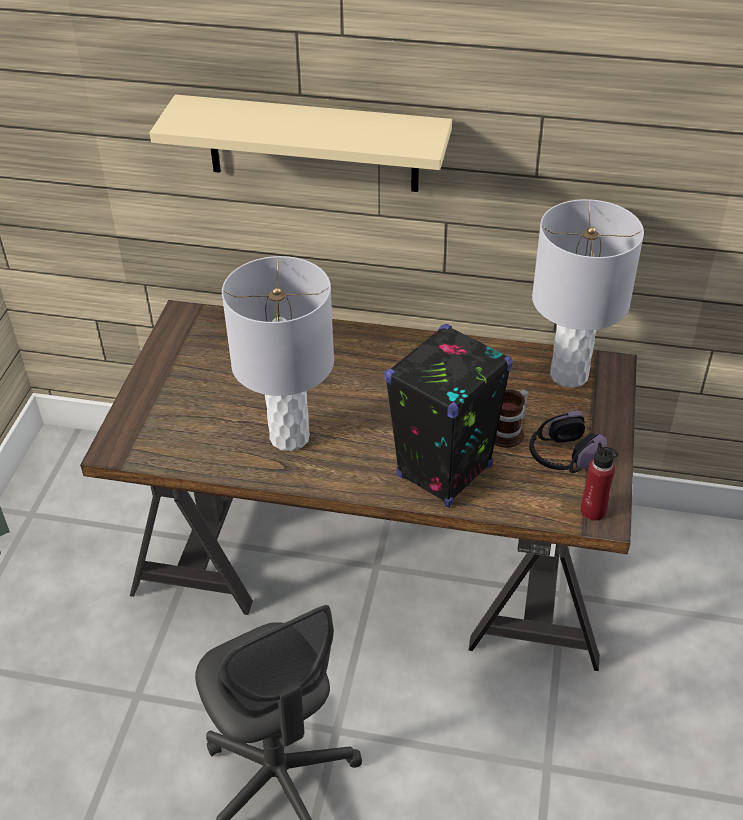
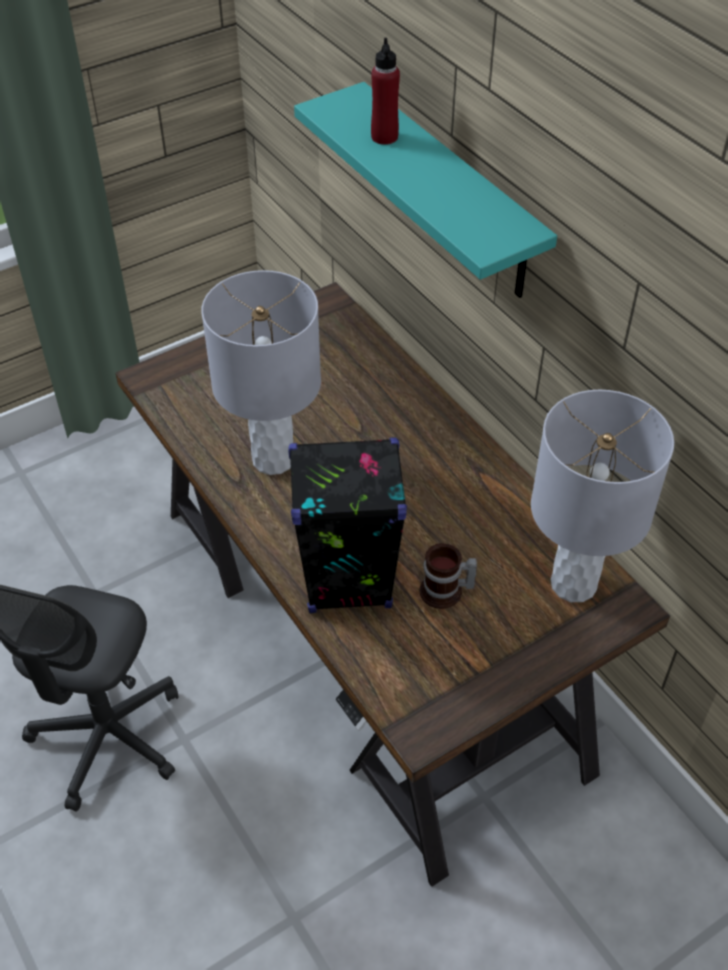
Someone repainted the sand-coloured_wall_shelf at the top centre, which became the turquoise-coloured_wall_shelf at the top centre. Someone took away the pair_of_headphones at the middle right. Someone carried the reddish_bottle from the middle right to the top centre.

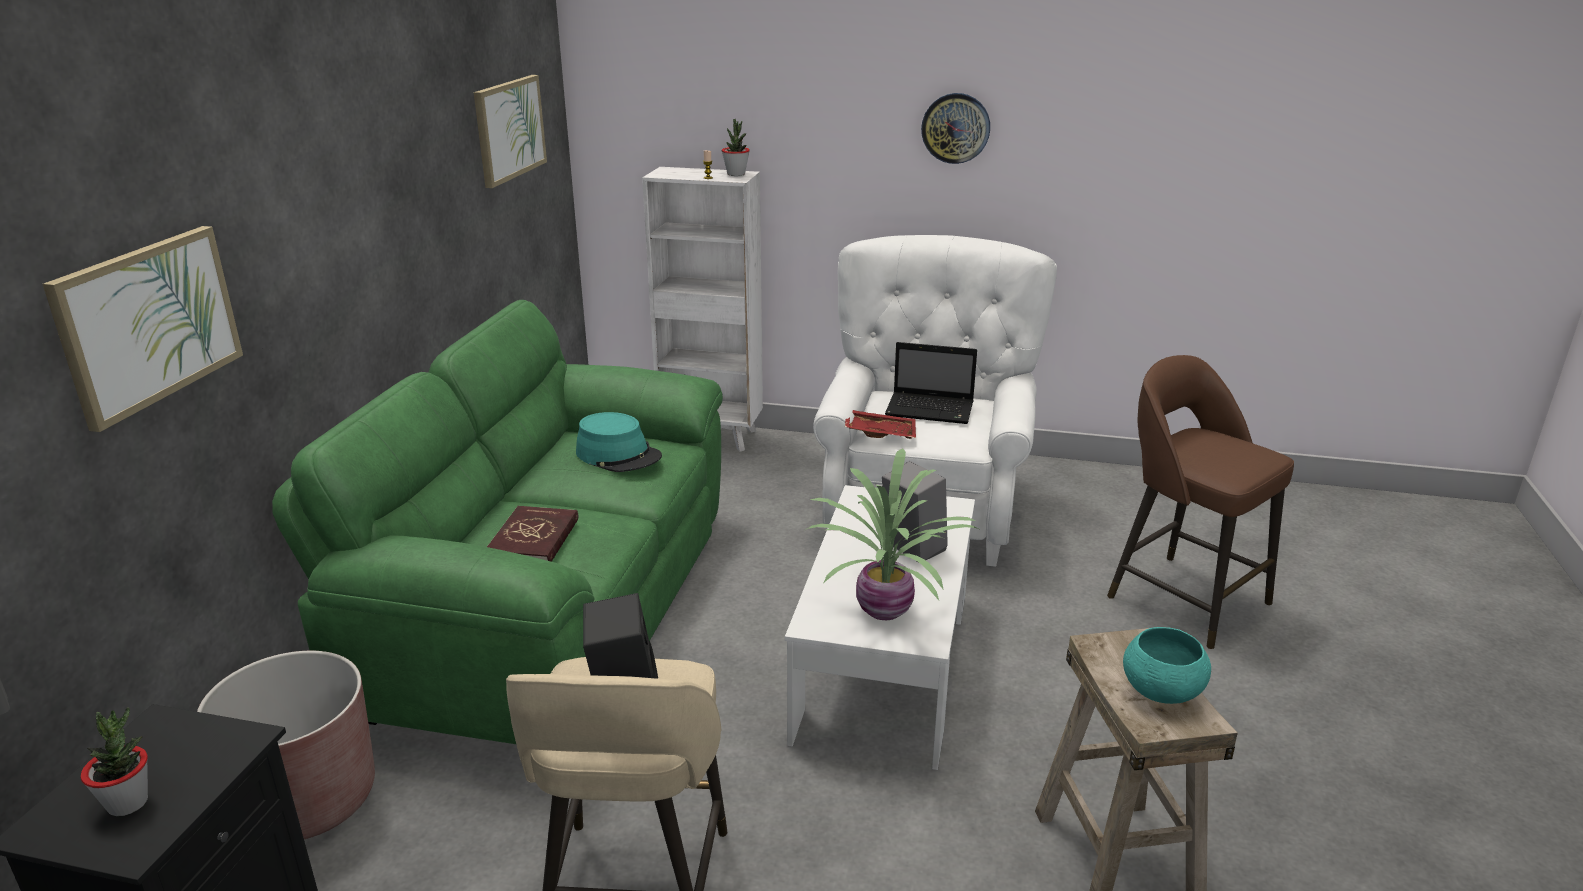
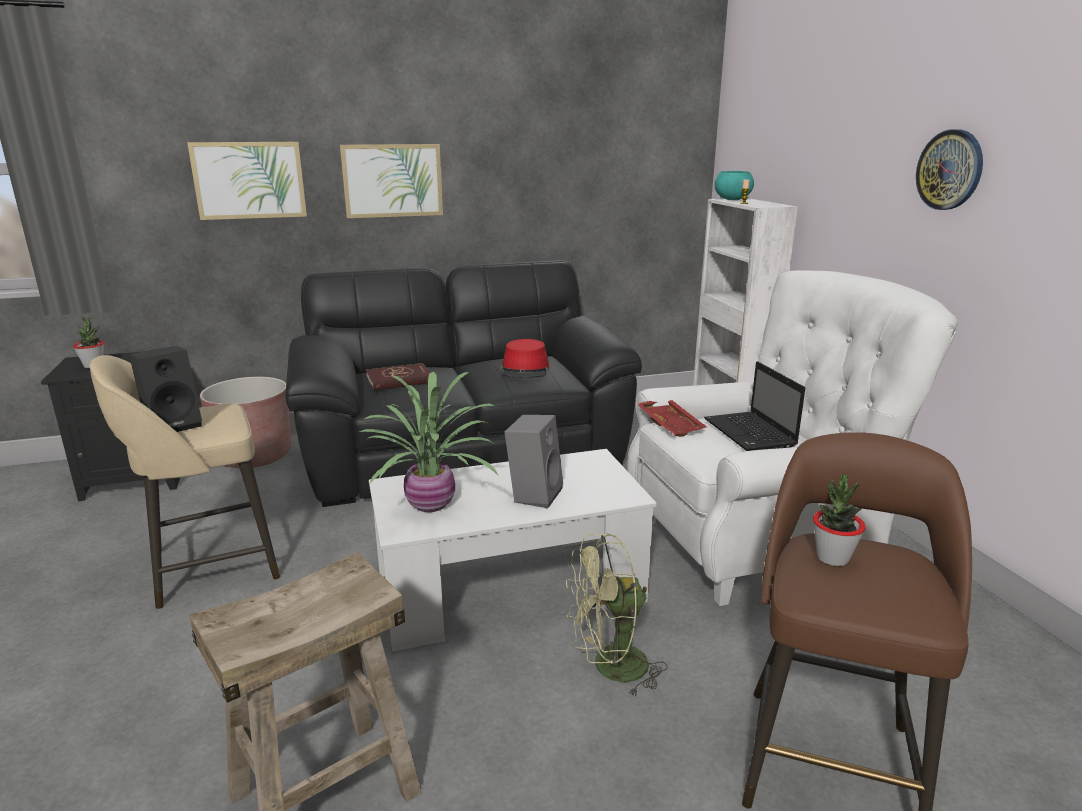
Someone repainted the greenish_sofa at the middle left, which became the blackish_sofa at the centre. Someone carried the wall_art (2nd from left) from the top left to the top centre. Someone repainted the turquoise-coloured_hat at the centre, which became the reddish_hat at the centre. Someone carried the houseplant (2nd from left in the first image) from the top centre to the middle right. Someone carried the turquoise-coloured_bowl from the bottom right to the top right. Someone put down the greenish_cooling_fan at the bottom centre.

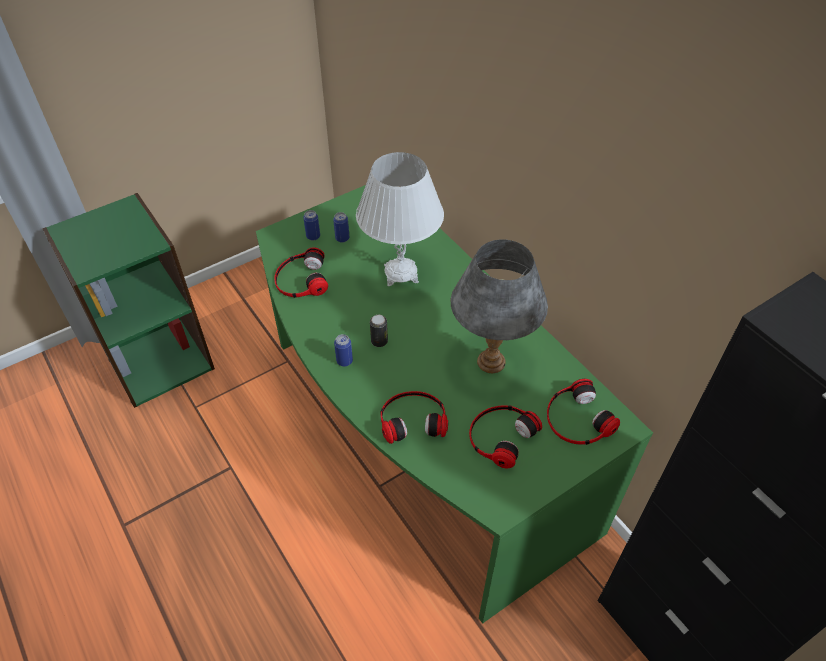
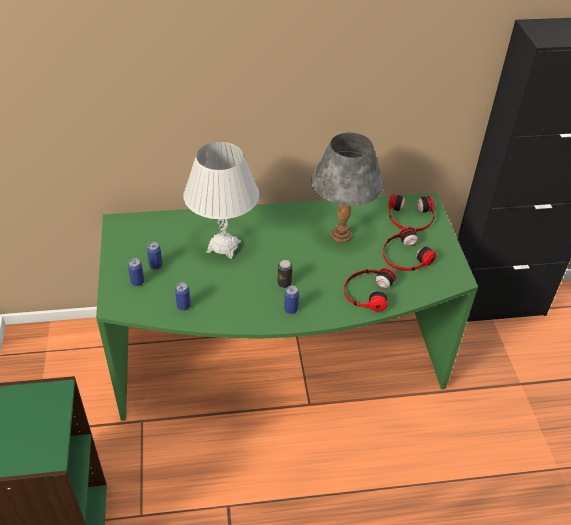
Someone swapped the pair_of_headphones (1st from left) at the centre for the sealed_can (3rd from left) at the middle left.

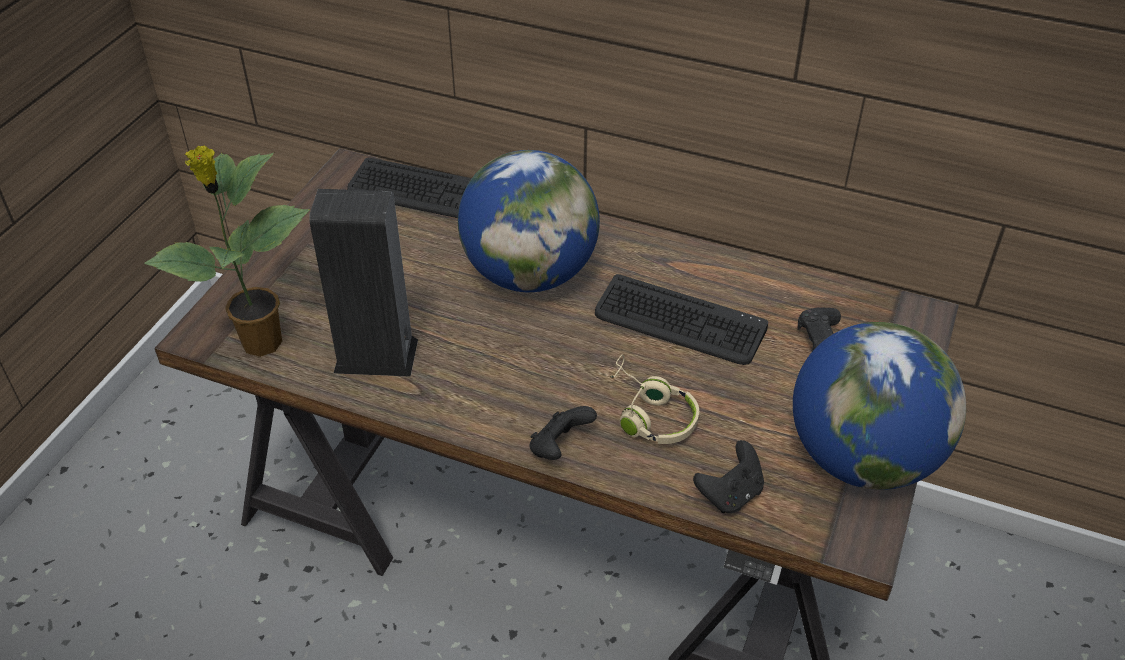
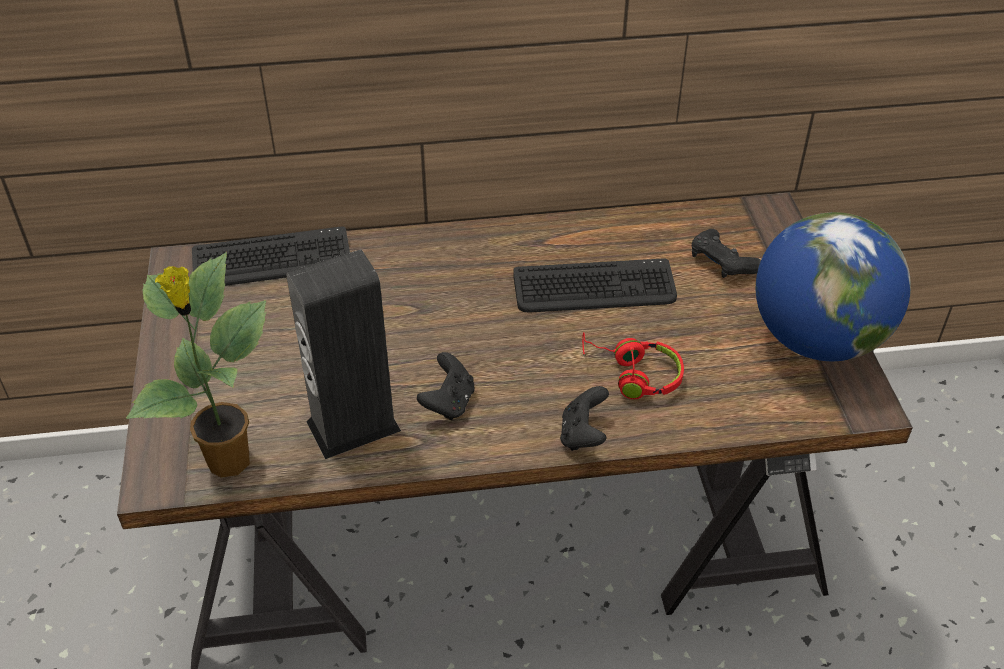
Someone took away the desk_globe (1st from left) at the centre. Someone repainted the sand-coloured_pair_of_headphones at the centre, which became the reddish_pair_of_headphones at the centre. Someone carried the blackish_game_controller (2nd from left in the first image) from the bottom centre to the centre.

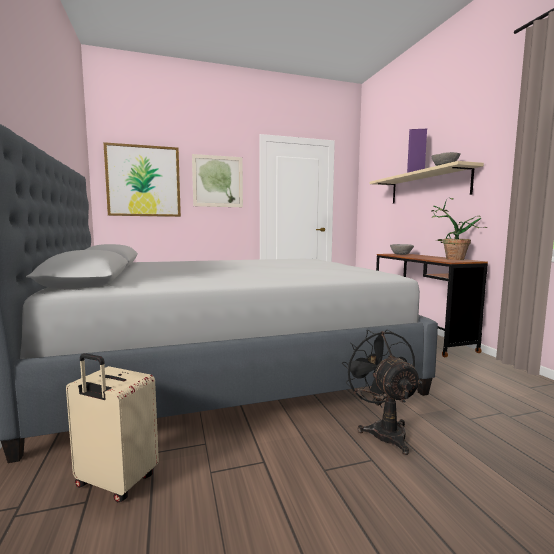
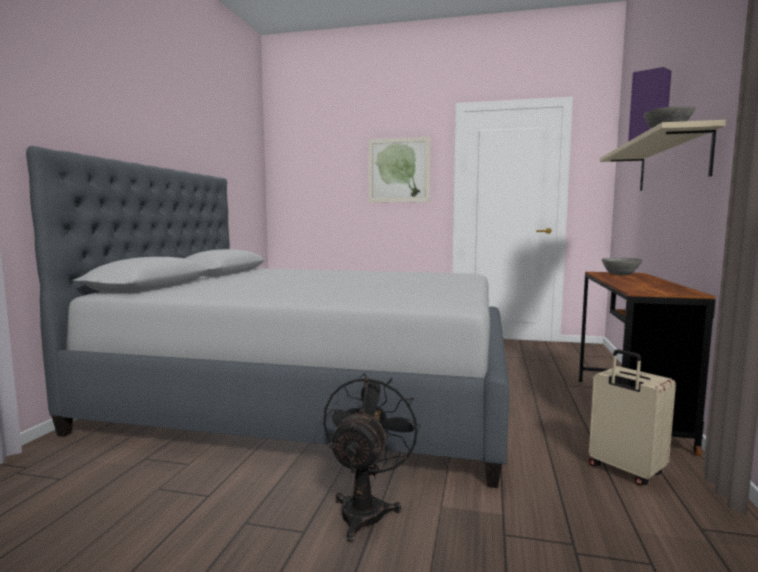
Someone carried the sand-coloured_piece_of_luggage from the bottom left to the bottom right. Someone took away the wall_art (1st from left) at the top left. Someone took away the houseplant at the middle right.

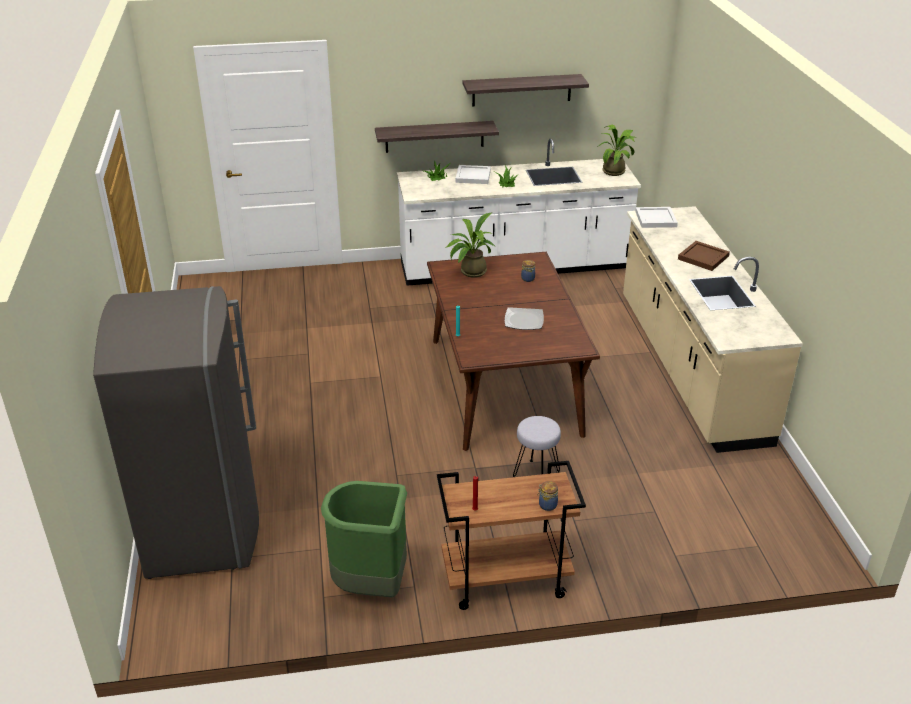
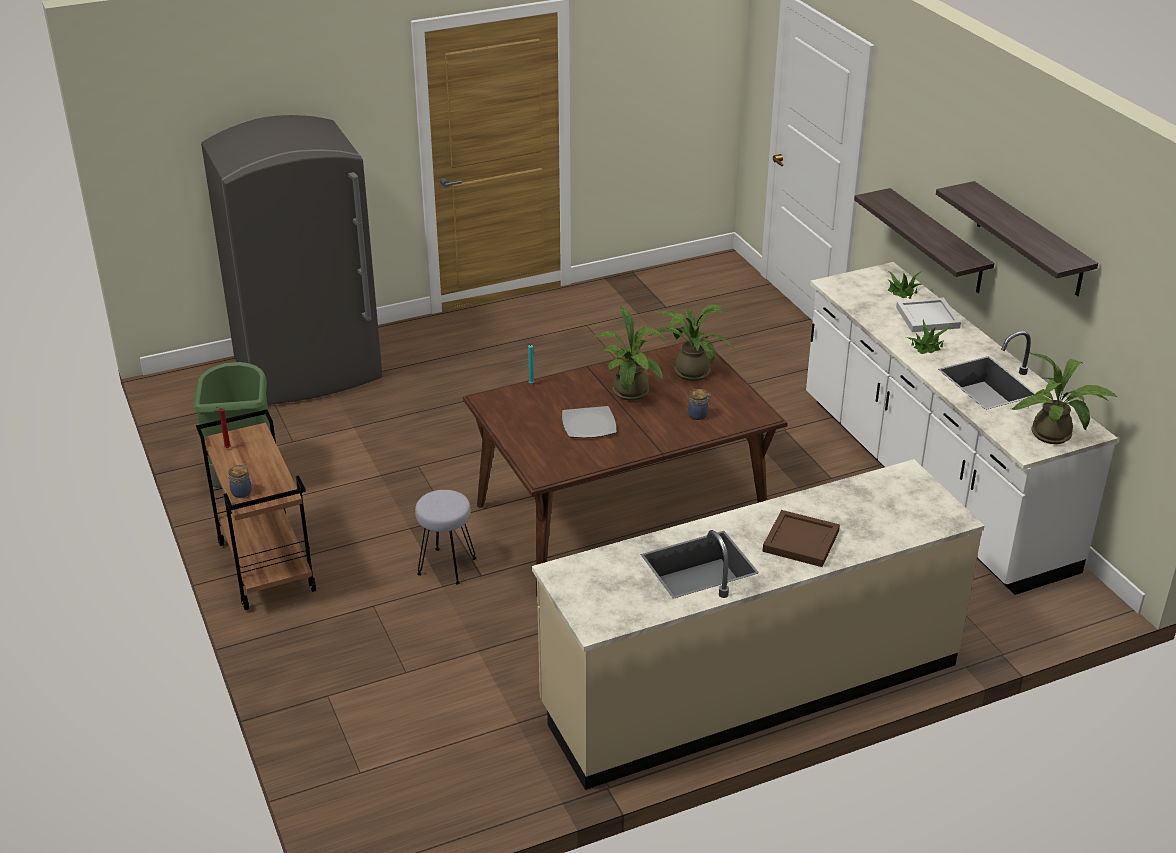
Someone took away the whitish_carrying_tray (2nd from left) at the top right. Someone put down the houseplant (1st from left) at the centre.

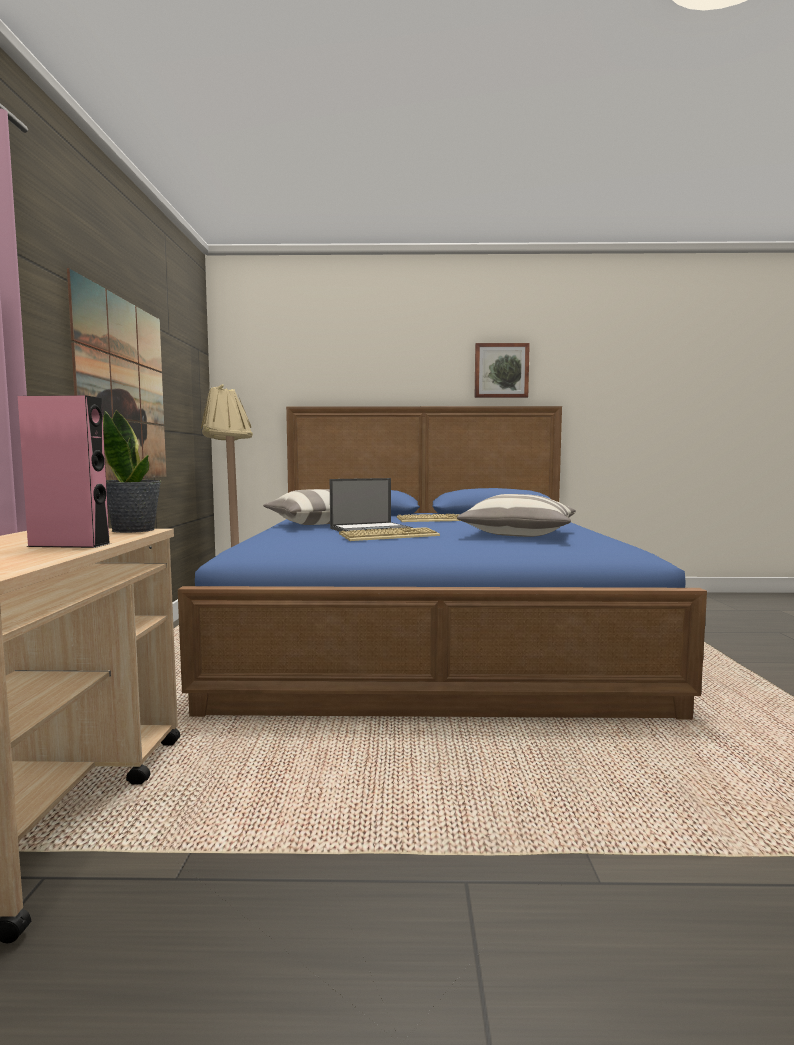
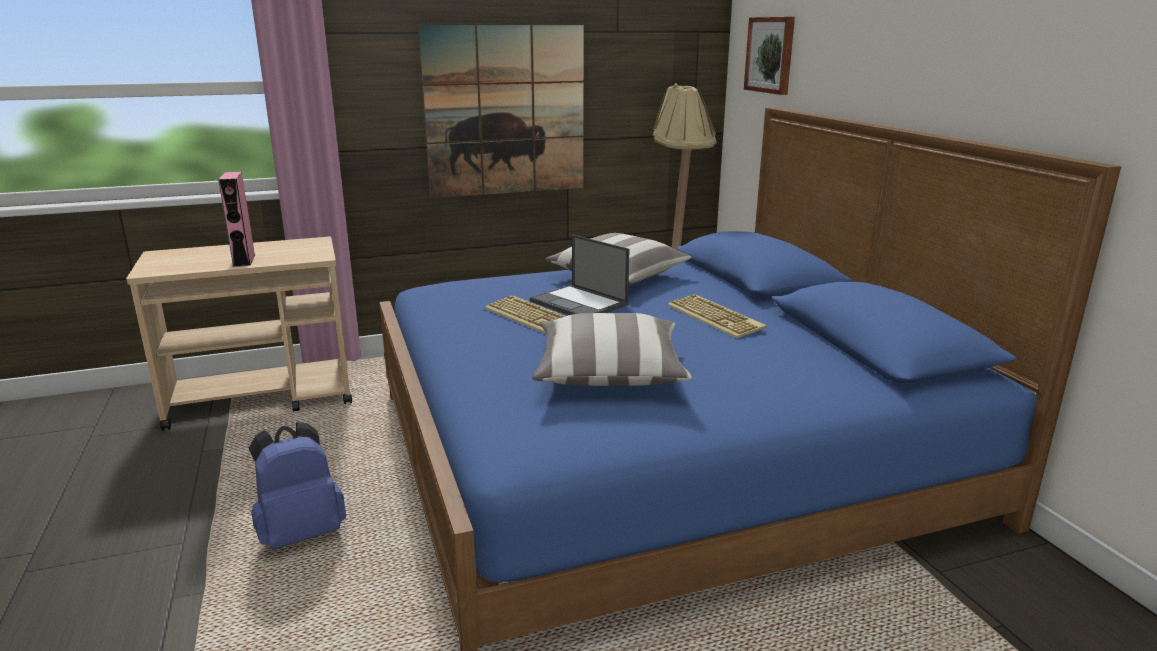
Someone took away the houseplant at the middle left. Someone carried the wall_art (2nd from left) from the centre to the top centre. Someone put down the blue_rucksack at the bottom left.

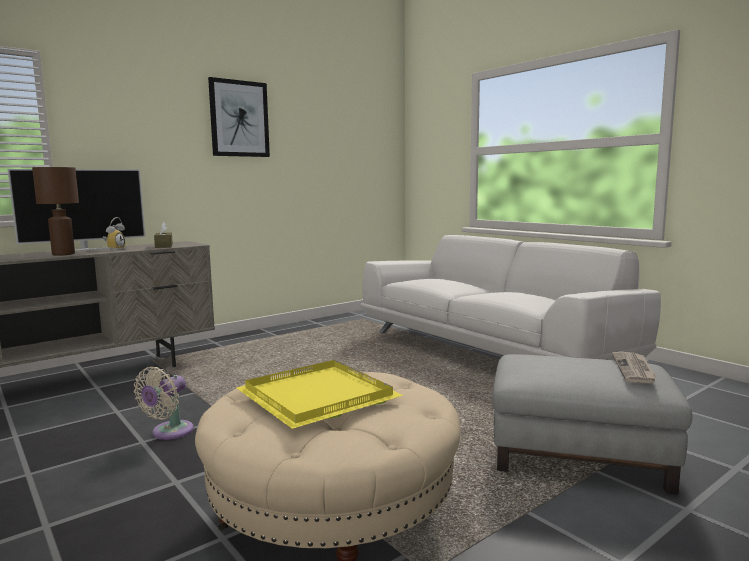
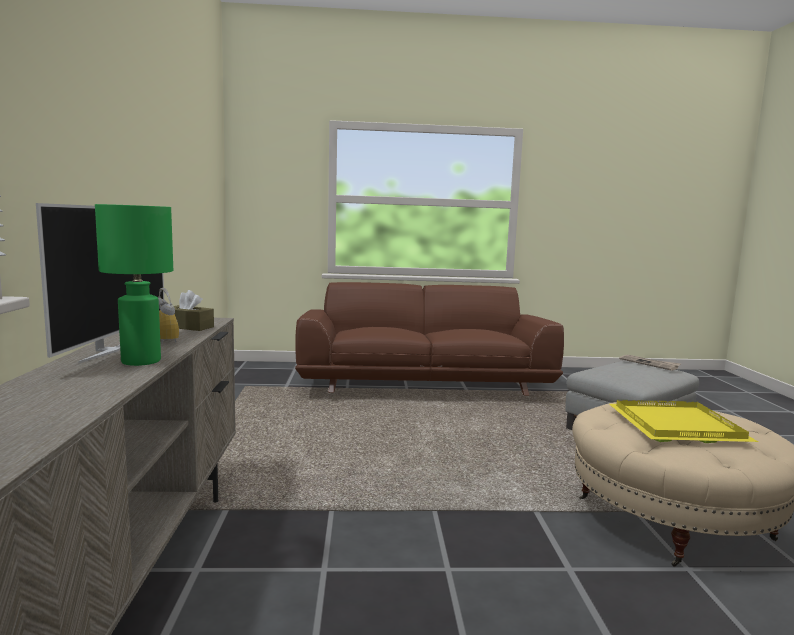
Someone repainted the brown-coloured_table_lamp at the middle left, which became the greenish_table_lamp at the middle left. Someone took away the sand-coloured_cooling_fan at the bottom left. Someone took away the wall_art at the top left. Someone repainted the whitish_sofa at the middle right, which became the brown-coloured_sofa at the centre.

